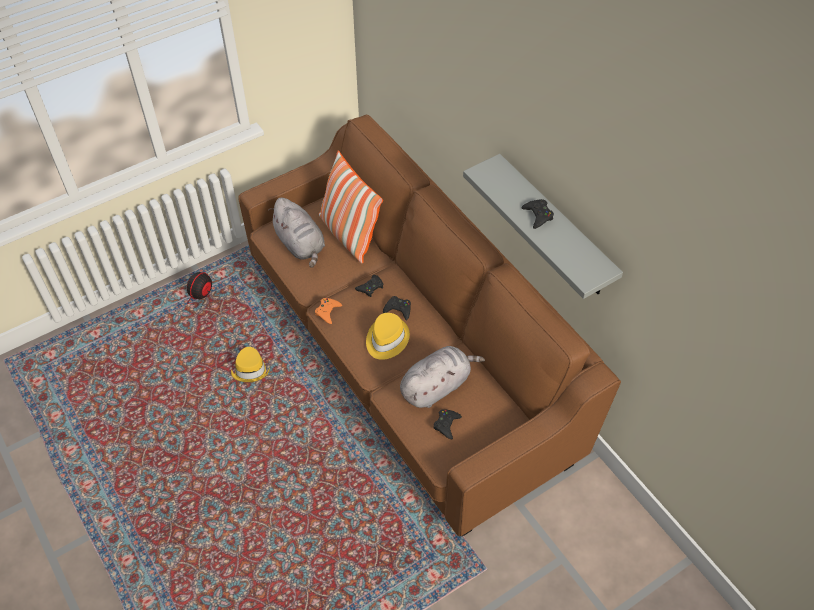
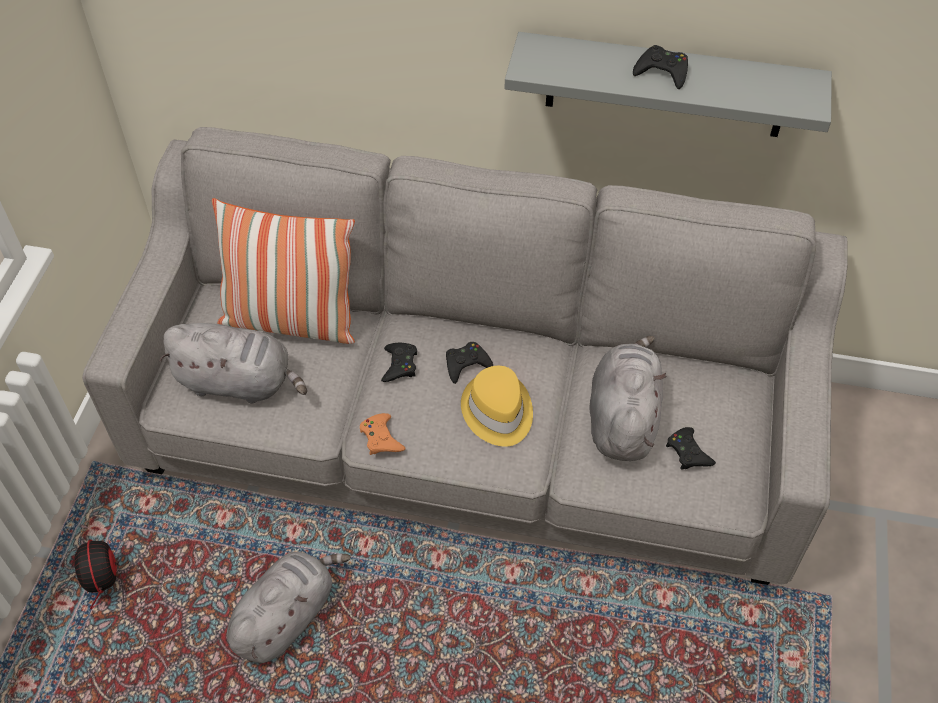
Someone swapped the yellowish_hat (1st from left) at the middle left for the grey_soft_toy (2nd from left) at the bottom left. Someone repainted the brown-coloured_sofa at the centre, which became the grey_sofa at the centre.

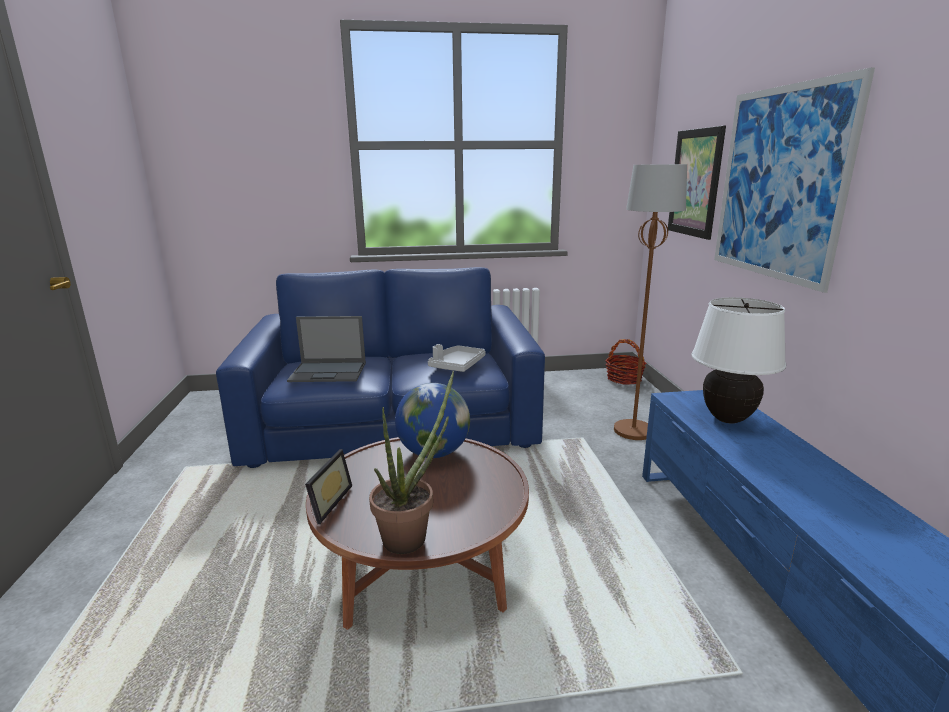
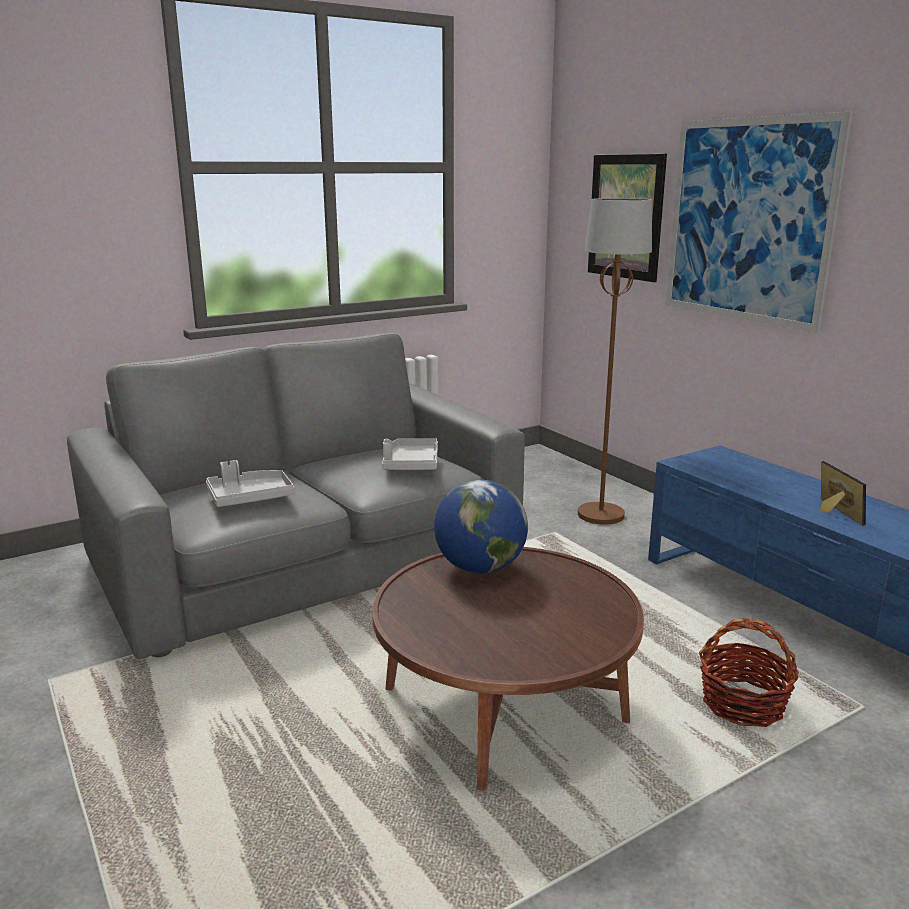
Someone repainted the blue_sofa at the centre, which became the grey_sofa at the middle left. Someone swapped the portable_computer at the centre for the grey_carrying_tray (1st from left) at the middle left. Someone carried the photo_frame from the bottom centre to the middle right. Someone took away the houseplant at the centre. Someone carried the basket from the centre to the bottom right. Someone took away the whitish_table_lamp at the middle right.

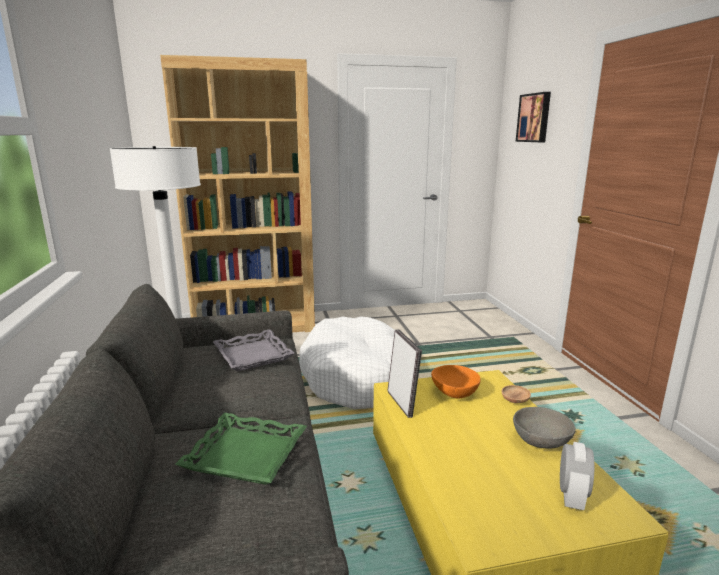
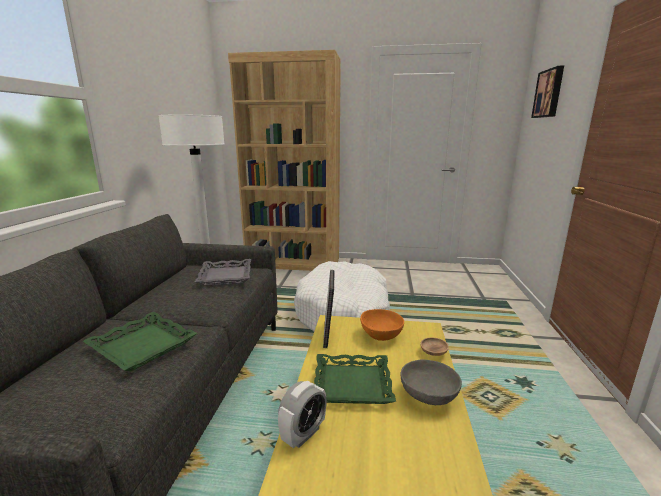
Someone carried the alarm_clock from the bottom right to the bottom centre. Someone put down the greenish_carrying_tray (2nd from left) at the bottom centre.

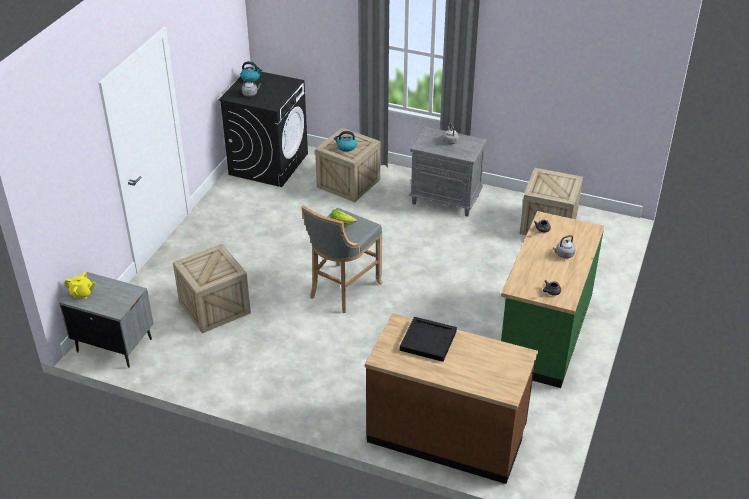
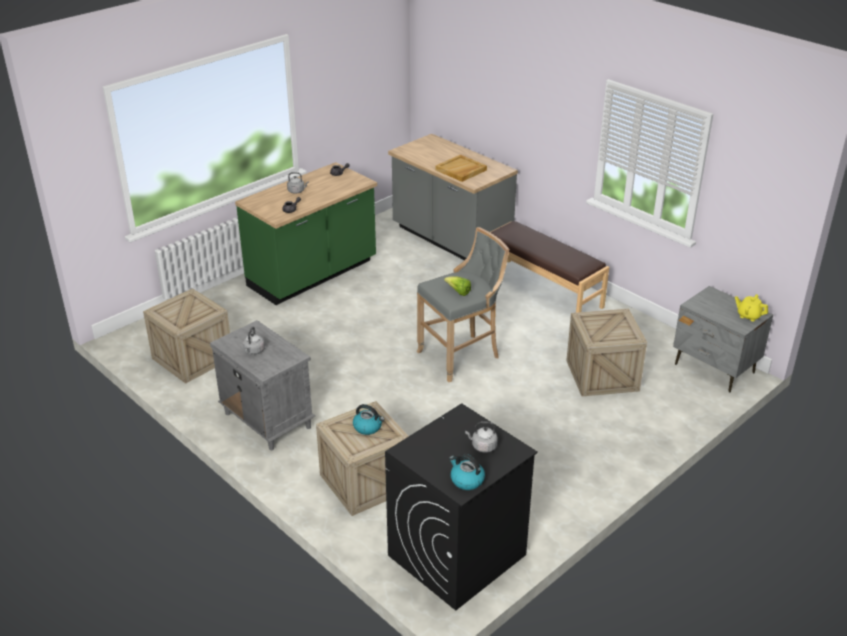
Someone repainted the brown-coloured_counter at the bottom centre, which became the grey_counter at the top centre. Someone repainted the blackish_carrying_tray at the bottom centre, which became the sand-coloured_carrying_tray at the top centre. Someone put down the brown-coloured_long_seat at the centre.

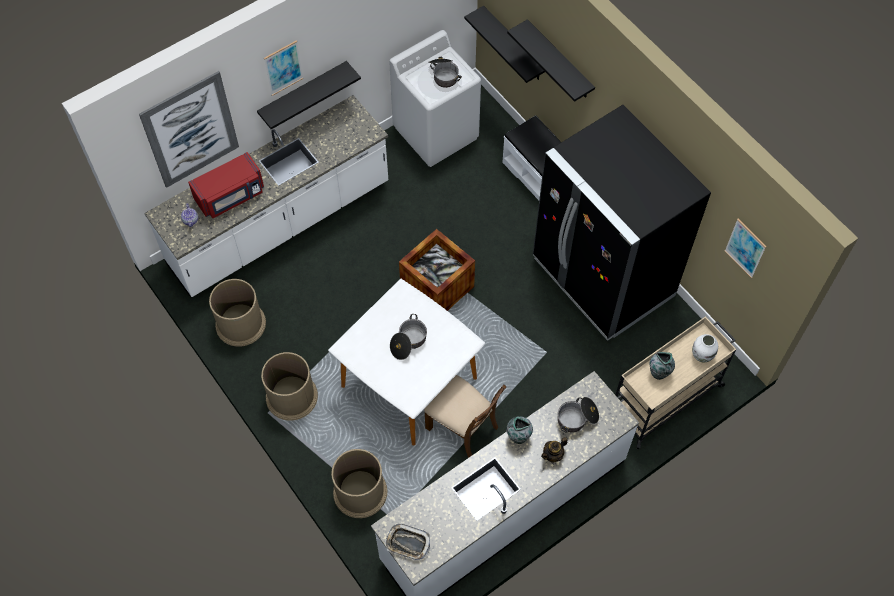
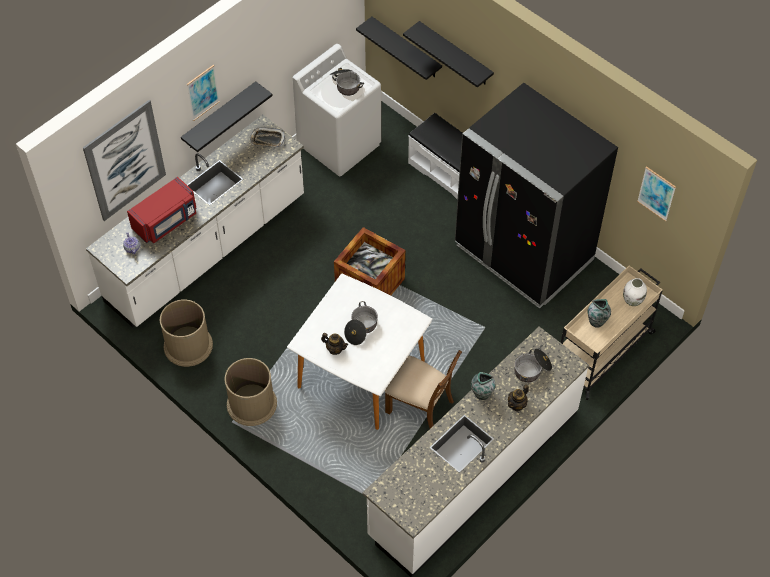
Someone took away the brown-coloured_trash_can (3rd from left) at the bottom centre. Someone carried the carrying_tray from the bottom centre to the top centre. Someone put down the tea_pot (2nd from left) at the centre.

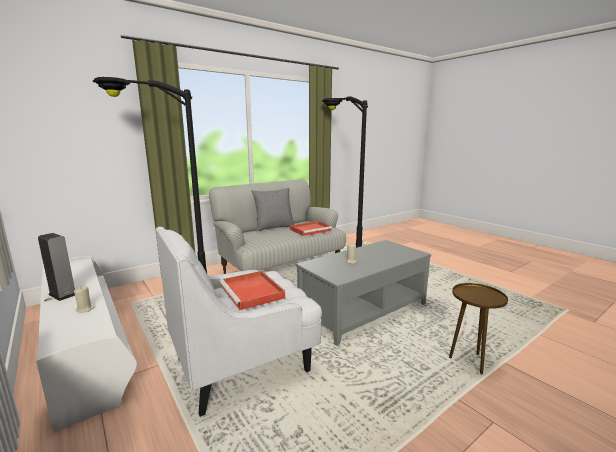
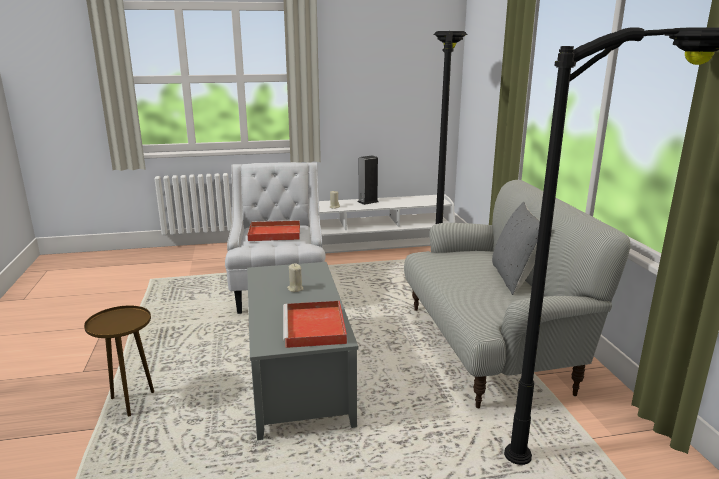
Someone carried the reddish_carrying_tray (2nd from left) from the centre to the bottom centre.

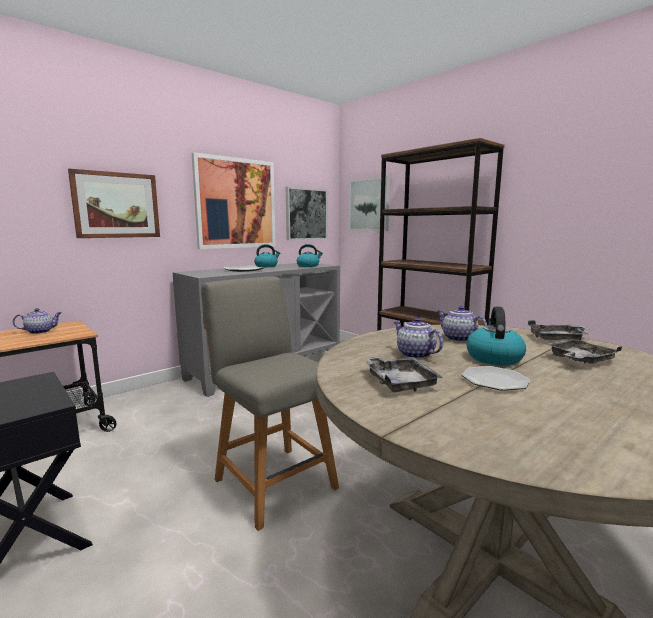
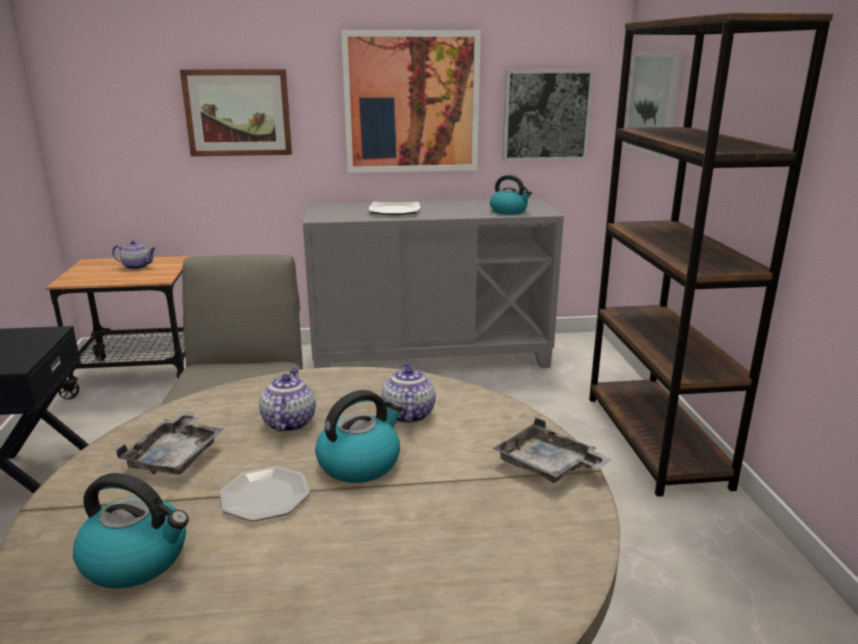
Someone carried the water_kettle (1st from left) from the centre to the bottom left. Someone took away the grey_carrying_tray (3rd from left) at the middle right.

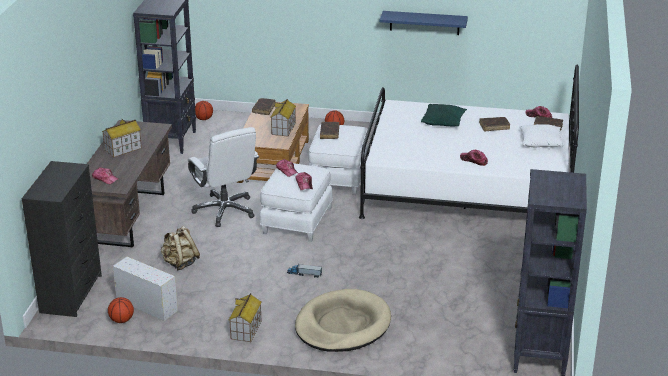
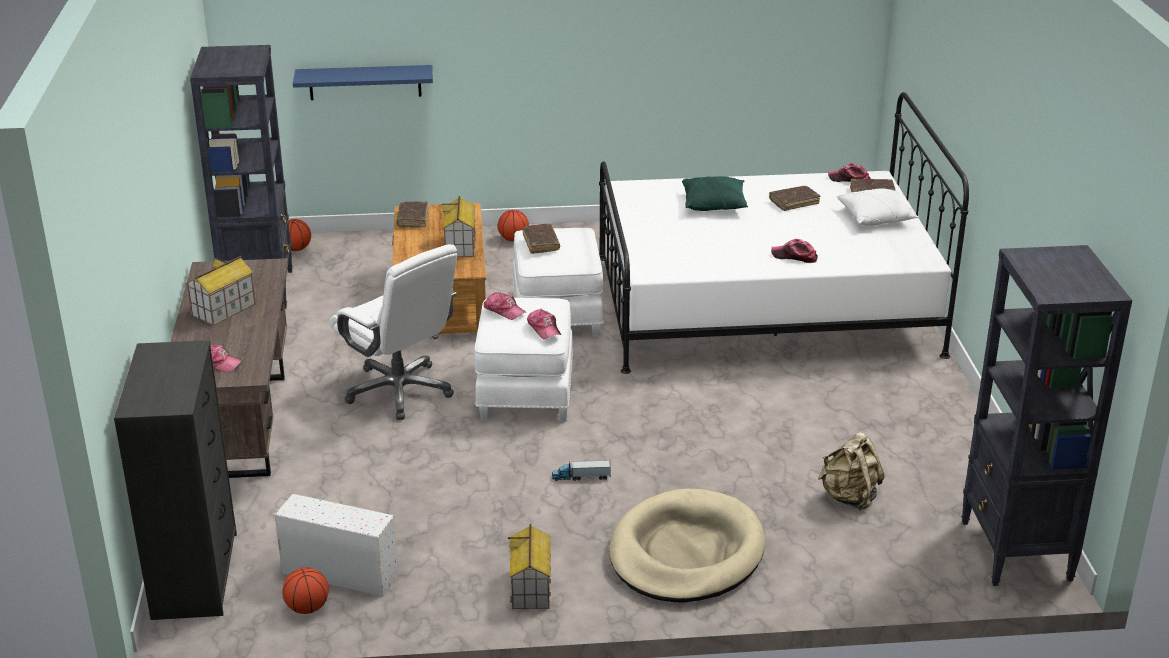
Someone carried the sand-coloured_rucksack from the middle left to the bottom right. Someone carried the blue_wall_shelf from the top centre to the top left.

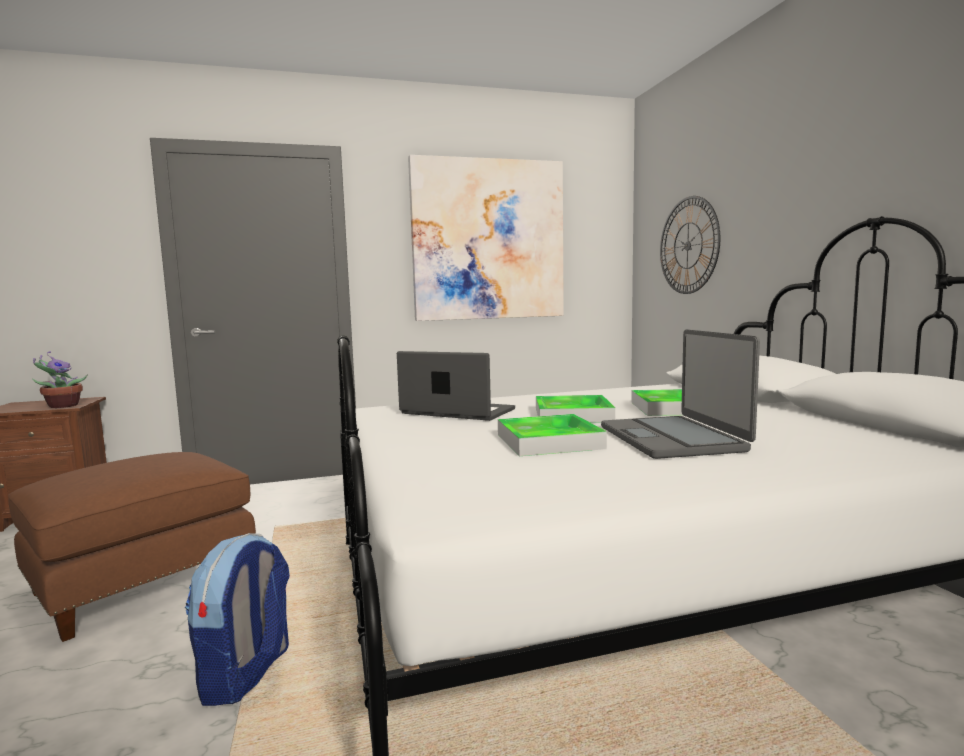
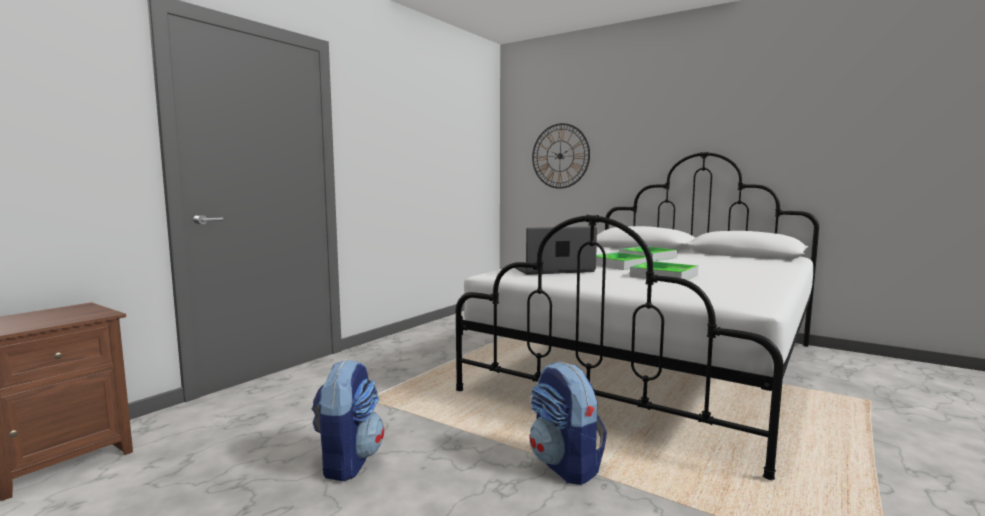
Someone swapped the brown-coloured_pouffe at the bottom left for the rucksack (1st from left) at the bottom centre. Someone took away the houseplant at the middle left. Someone took away the wall_art at the top centre. Someone took away the portable_computer (2nd from left) at the middle right.

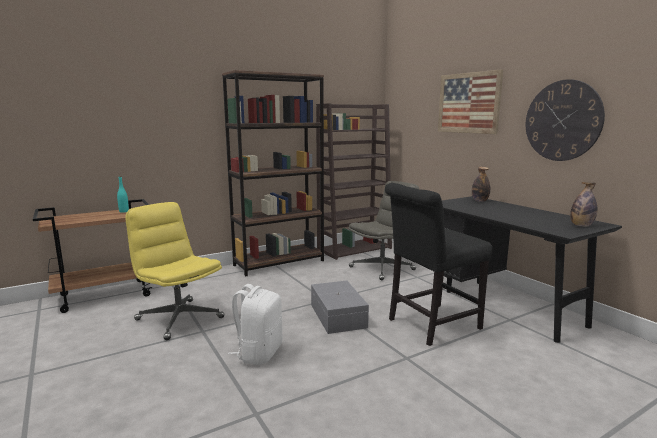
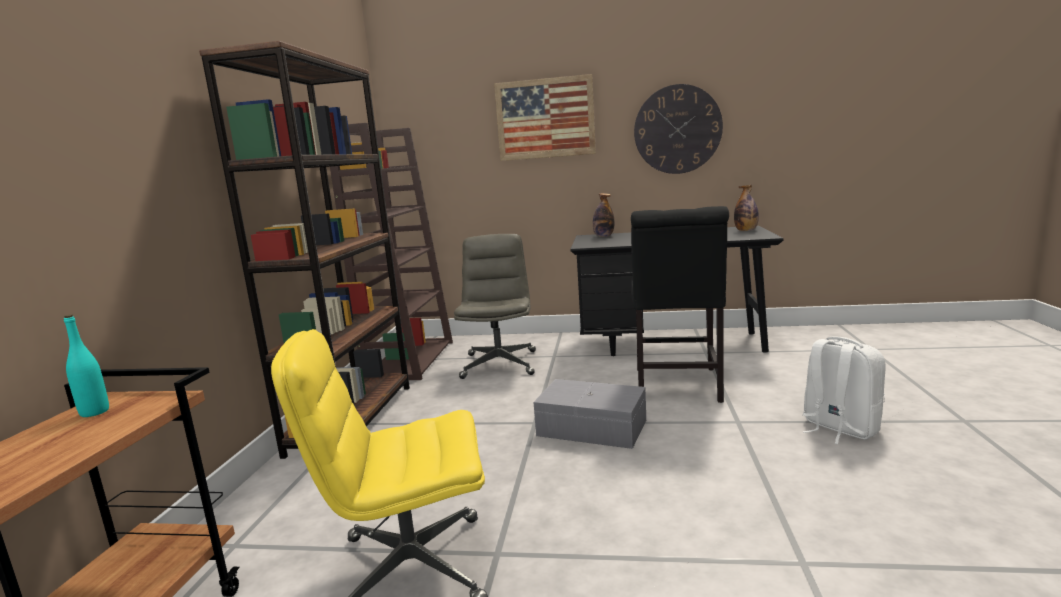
Someone carried the whitish_rucksack from the bottom centre to the middle right.

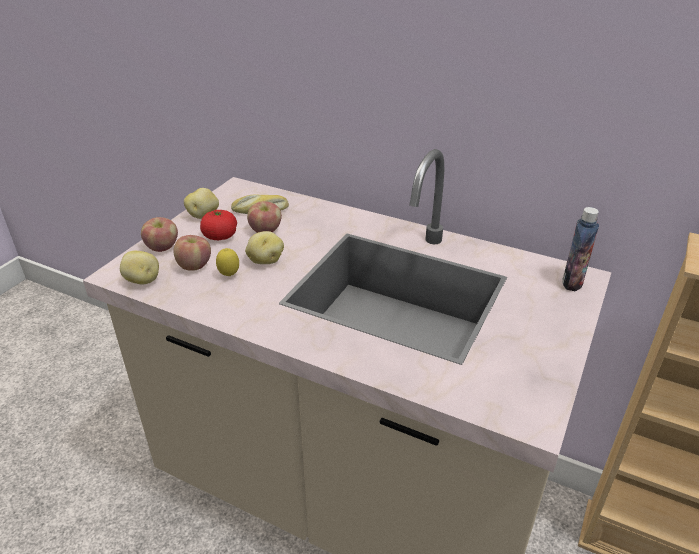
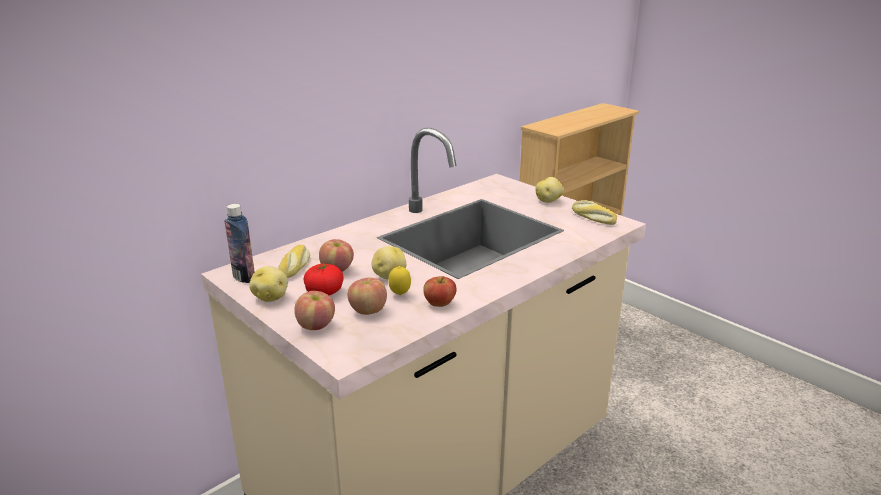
Someone carried the whole_potato (1st from left in the first image) from the middle left to the centre. Someone carried the bottle from the middle right to the middle left. Someone put down the apple_fruit (4th from left) at the centre. Someone put down the bread (2nd from left) at the middle right.

